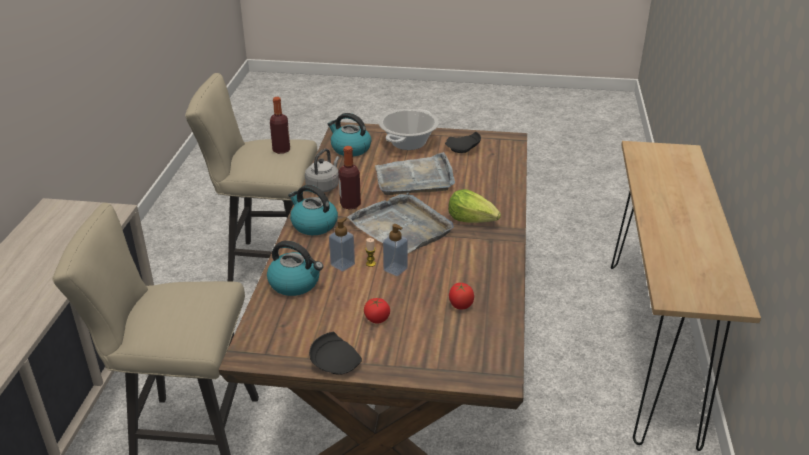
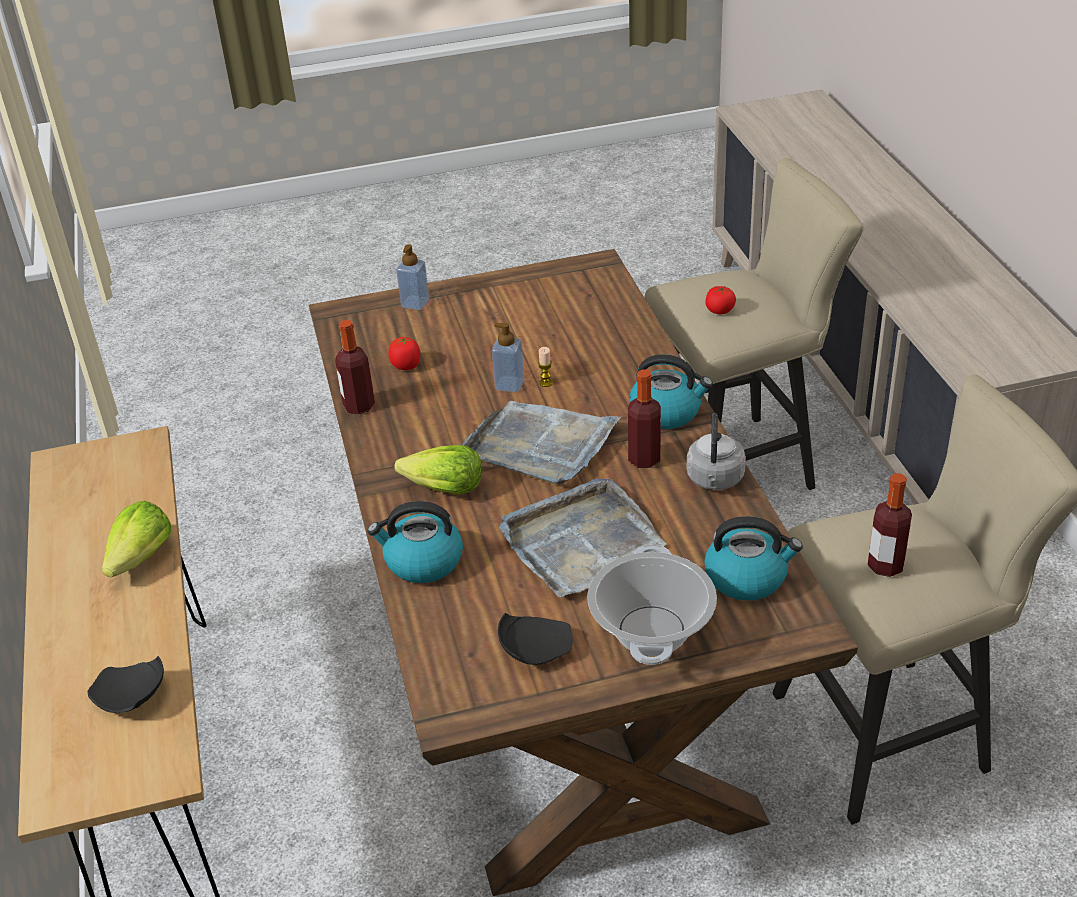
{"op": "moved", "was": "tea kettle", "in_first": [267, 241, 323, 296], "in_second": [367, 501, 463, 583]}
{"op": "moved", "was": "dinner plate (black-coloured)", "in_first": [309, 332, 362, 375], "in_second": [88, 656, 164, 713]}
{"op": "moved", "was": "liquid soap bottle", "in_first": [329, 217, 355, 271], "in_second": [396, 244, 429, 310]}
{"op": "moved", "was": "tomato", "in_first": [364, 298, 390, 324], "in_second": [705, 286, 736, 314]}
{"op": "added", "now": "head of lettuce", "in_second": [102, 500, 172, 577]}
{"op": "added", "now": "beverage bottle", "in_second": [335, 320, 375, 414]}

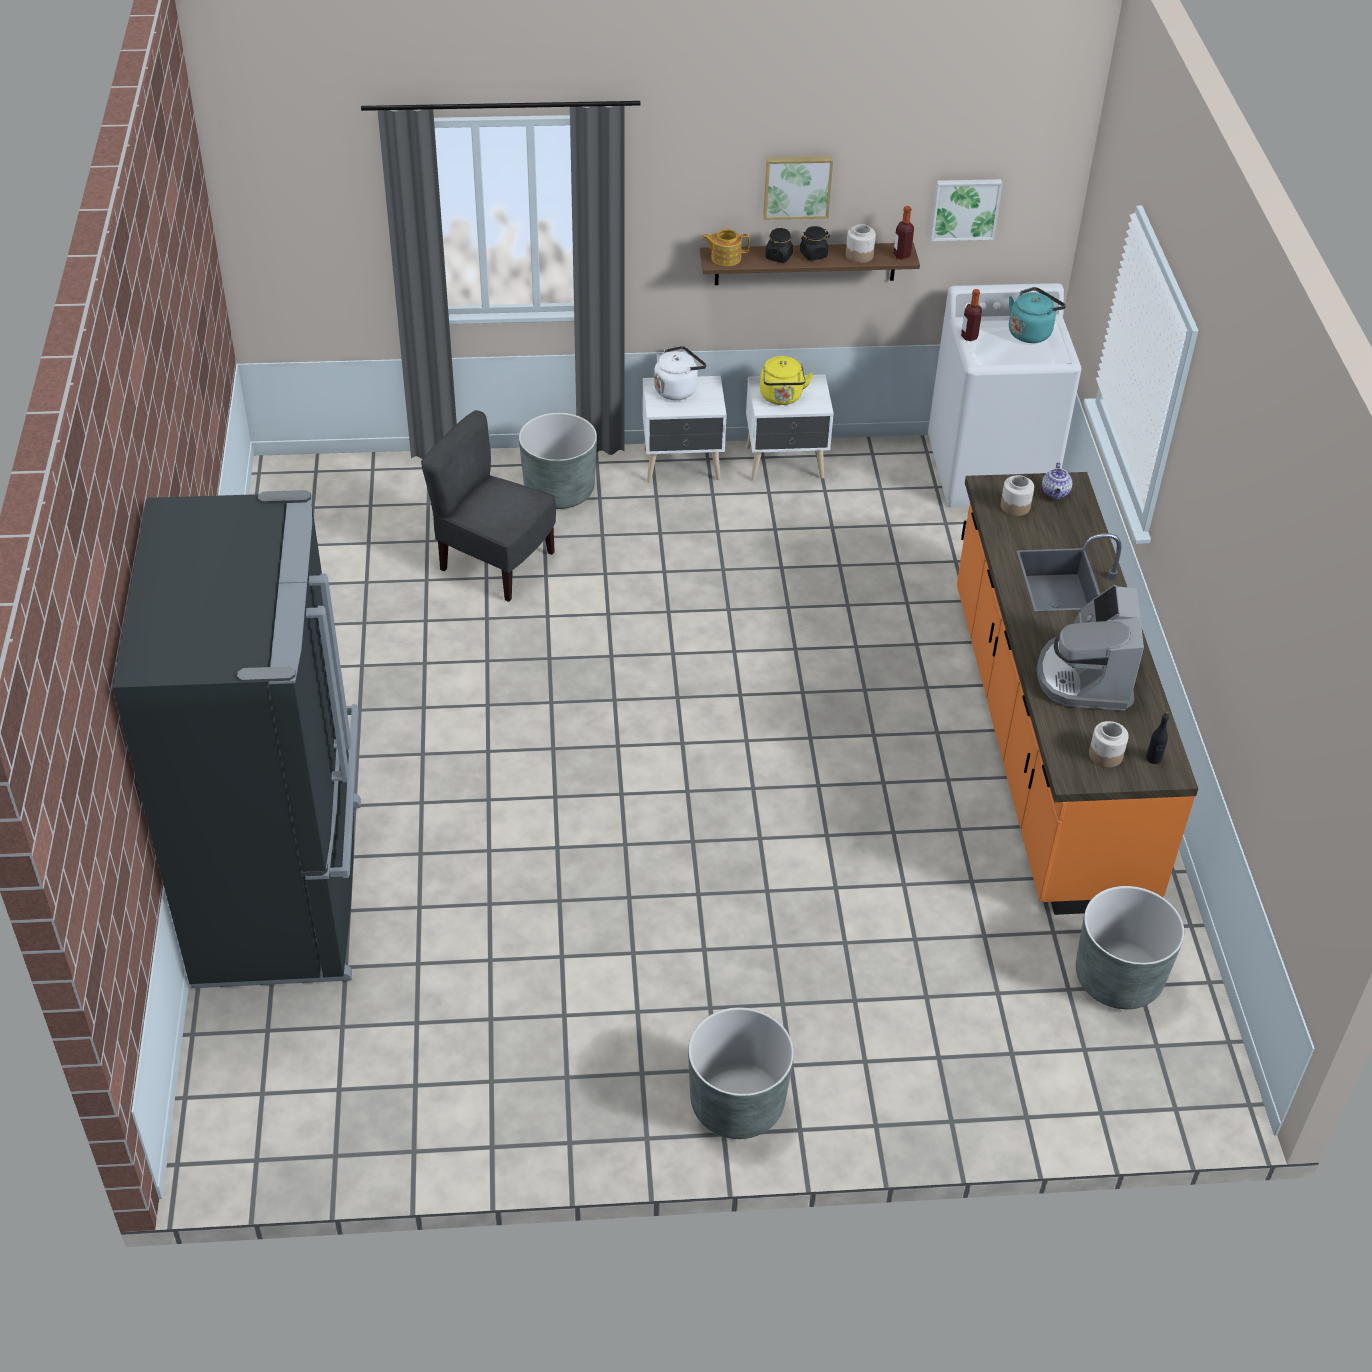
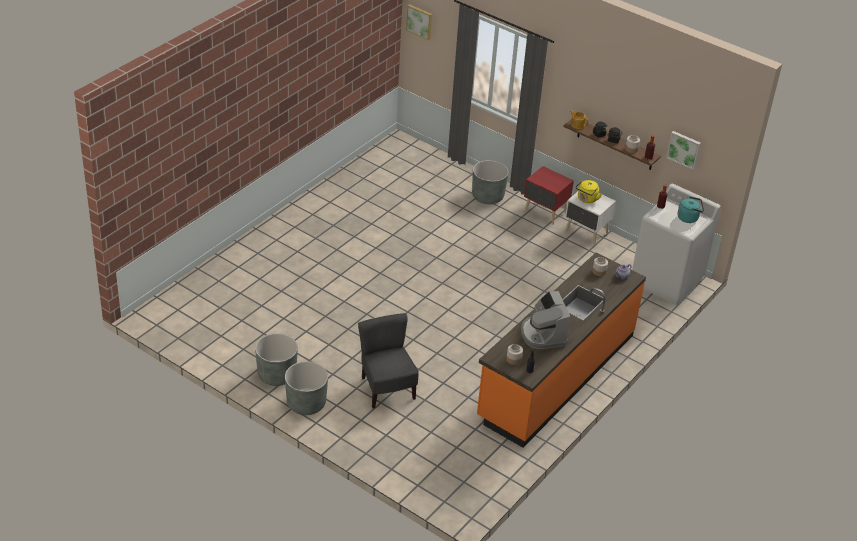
{"op": "removed", "was": "fridge (black-coloured)", "in_first": [112, 490, 361, 988]}
{"op": "moved", "was": "chair (gray)", "in_first": [421, 410, 556, 601], "in_second": [358, 313, 419, 409]}
{"op": "recoloured", "was": "bedside table (white-coloured)", "now": "bedside table (red-coloured)", "in_first": [642, 376, 727, 482], "in_second": [524, 166, 574, 225]}
{"op": "removed", "was": "tea kettle (white-coloured)", "in_first": [654, 346, 706, 400]}
{"op": "moved", "was": "wall art", "in_first": [763, 156, 833, 220], "in_second": [406, 4, 432, 40]}
{"op": "turned", "was": "coffee machine", "in_first": [1036, 585, 1144, 711], "in_second": [521, 291, 570, 349], "clockwise": -60}
{"op": "moved", "was": "planter (gray)", "in_first": [1076, 886, 1184, 1009], "in_second": [255, 333, 298, 386]}

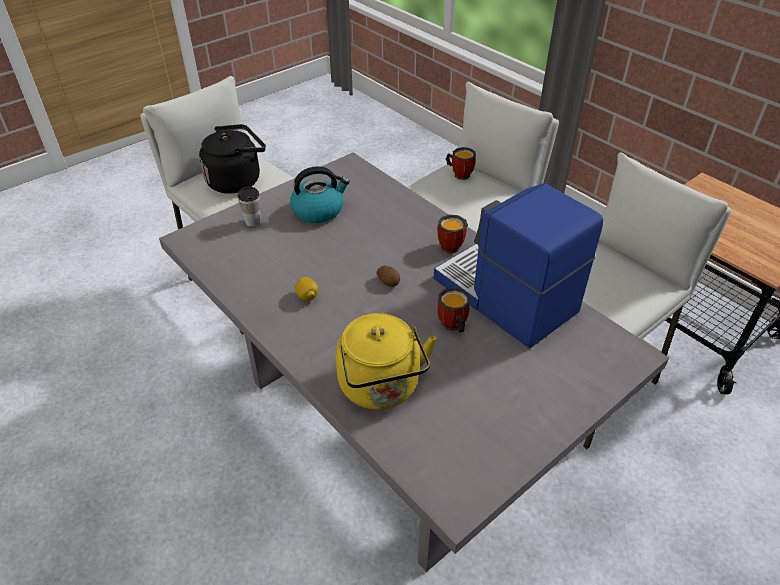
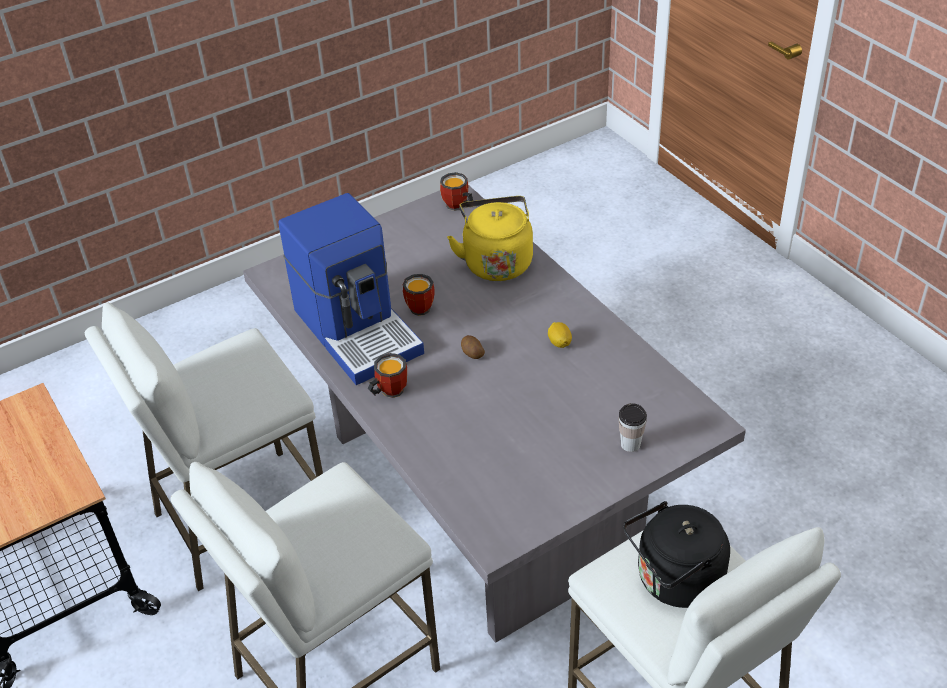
{"op": "removed", "was": "tea kettle", "in_first": [290, 166, 350, 223]}
{"op": "moved", "was": "coffee mug", "in_first": [446, 147, 476, 180], "in_second": [440, 172, 473, 211]}

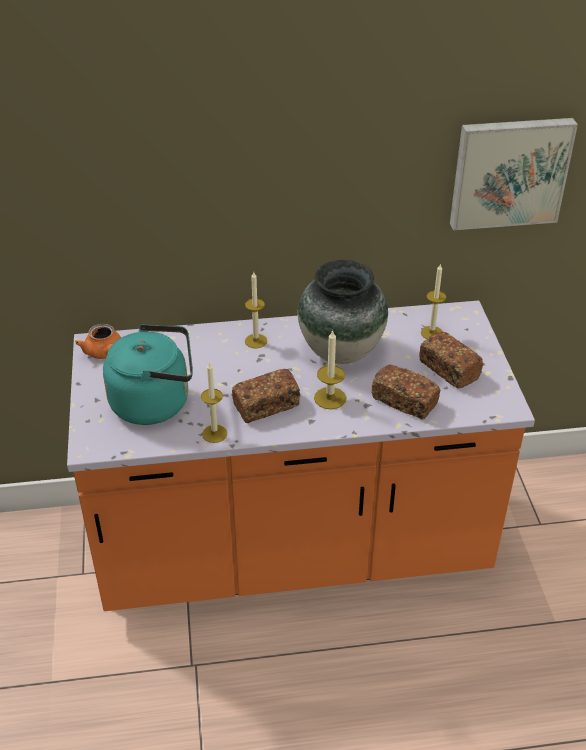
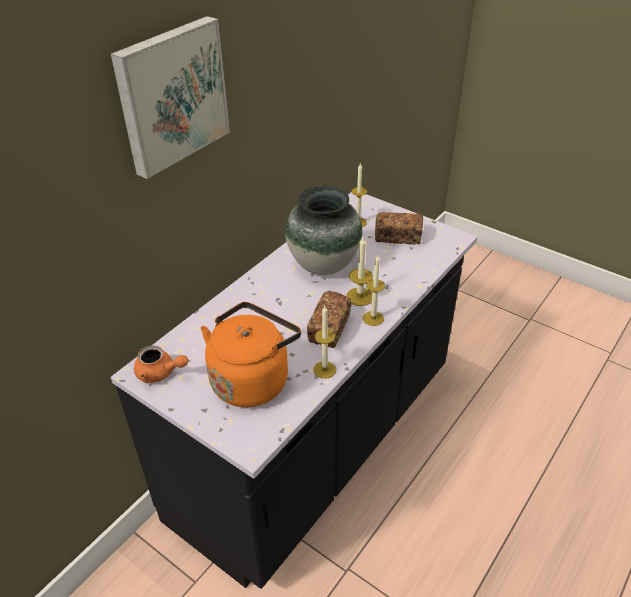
{"op": "recoloured", "was": "kitchen counter (orange)", "now": "kitchen counter (black-coloured)", "in_first": [67, 300, 535, 611], "in_second": [111, 192, 477, 589]}
{"op": "recoloured", "was": "tea kettle (blue-green)", "now": "tea kettle (orange)", "in_first": [103, 324, 193, 425], "in_second": [201, 302, 301, 407]}
{"op": "moved", "was": "wax candle", "in_first": [245, 272, 267, 349], "in_second": [363, 255, 385, 326]}
{"op": "removed", "was": "bakery bread", "in_first": [371, 365, 440, 420]}
{"op": "moved", "was": "wall art", "in_first": [450, 118, 578, 230], "in_second": [111, 16, 230, 179]}

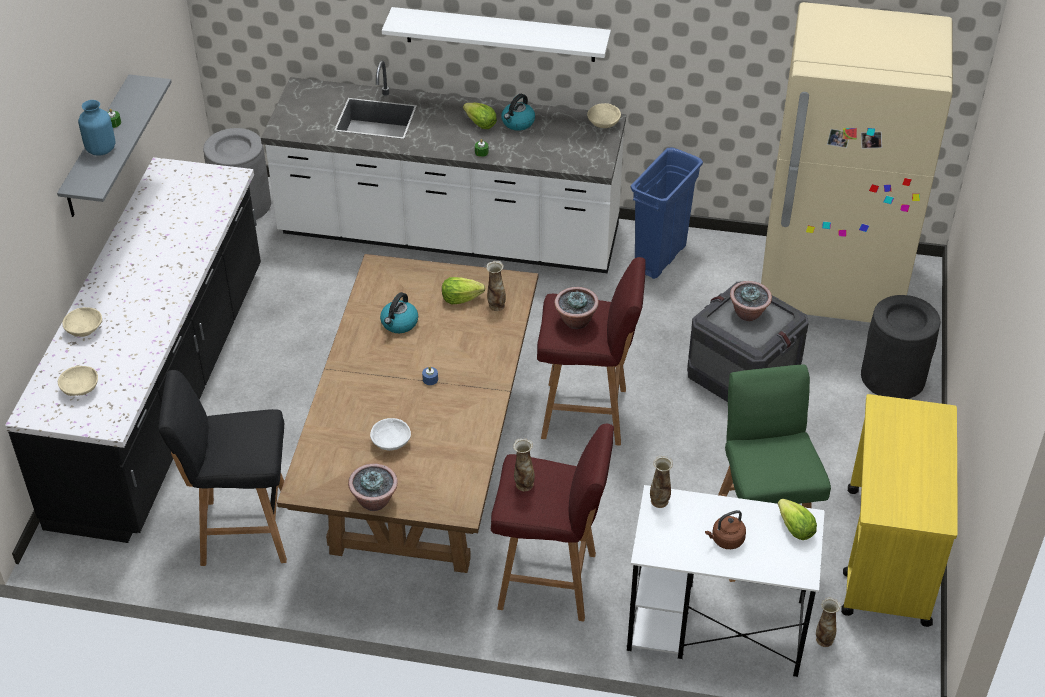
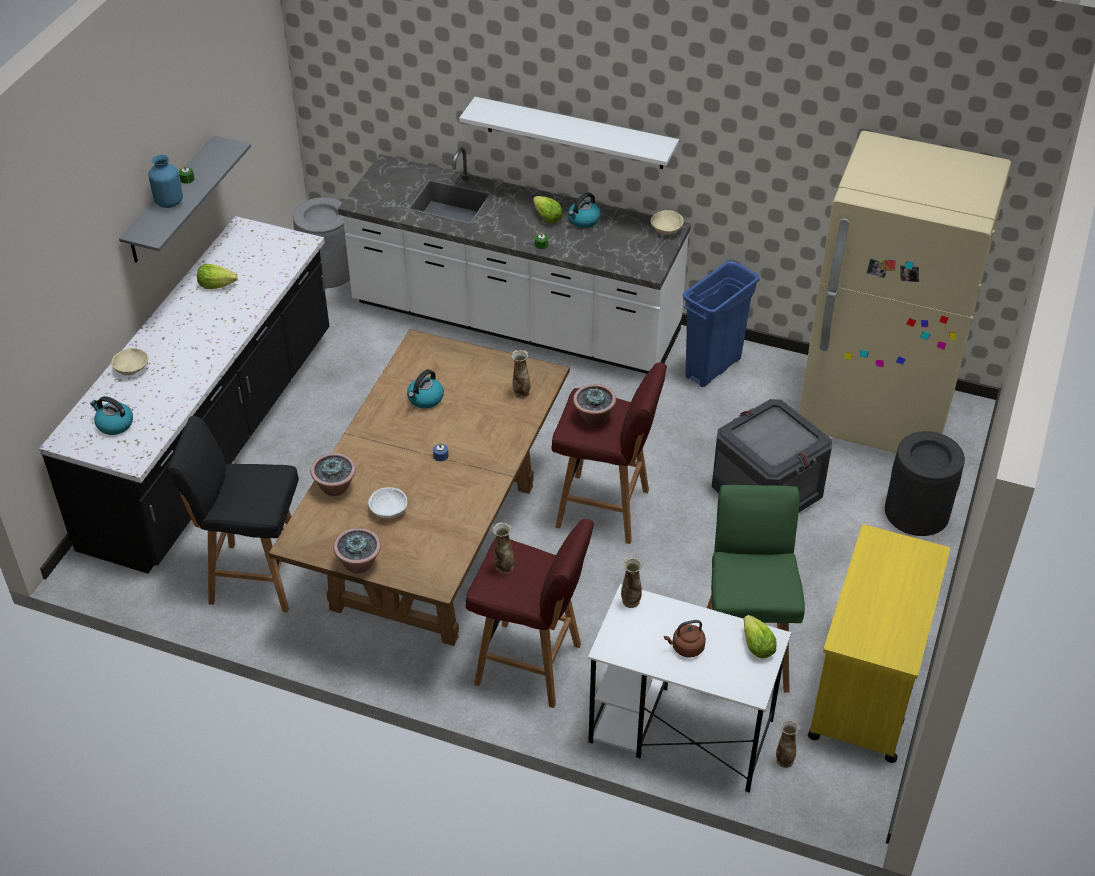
{"op": "replaced", "was": "serving bowl (beige-coloured)", "now": "tea kettle", "in_first": [58, 366, 98, 396], "in_second": [90, 396, 133, 435]}
{"op": "moved", "was": "head of lettuce", "in_first": [442, 277, 485, 304], "in_second": [197, 264, 237, 289]}
{"op": "moved", "was": "houseplant", "in_first": [730, 281, 772, 321], "in_second": [310, 453, 356, 496]}

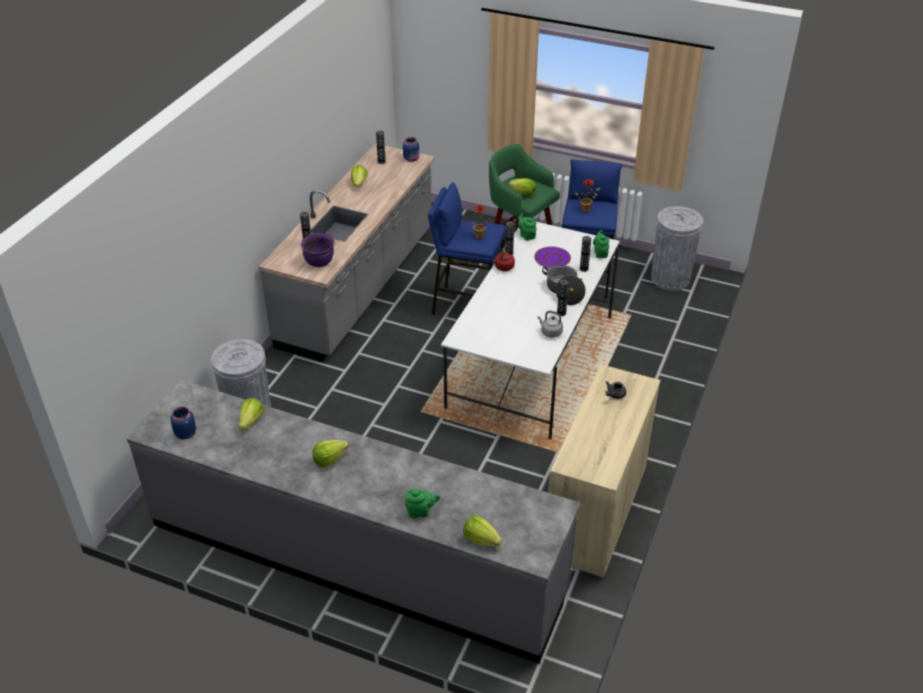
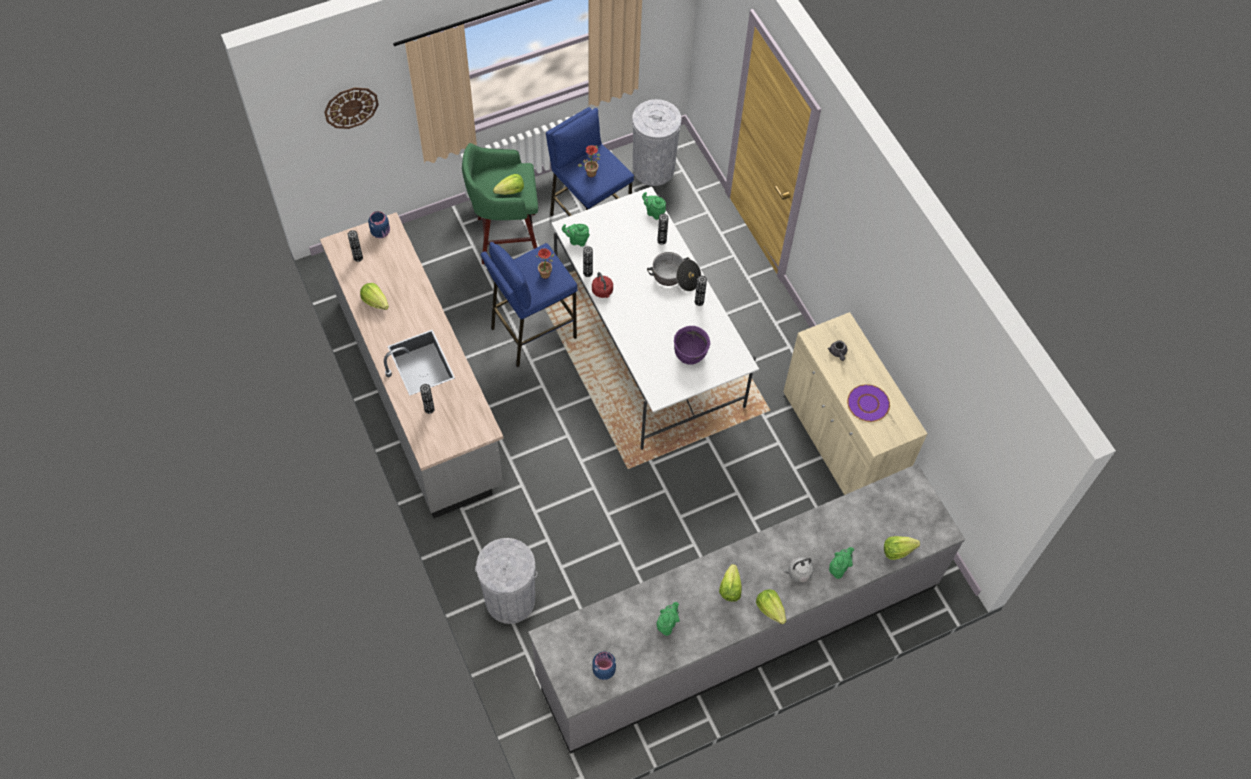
{"op": "moved", "was": "head of lettuce", "in_first": [239, 398, 264, 431], "in_second": [756, 589, 786, 624]}
{"op": "moved", "was": "stockpot (purple)", "in_first": [301, 233, 334, 267], "in_second": [674, 326, 710, 365]}
{"op": "moved", "was": "dinner plate (purple)", "in_first": [534, 247, 571, 268], "in_second": [847, 384, 890, 422]}
{"op": "moved", "was": "tea kettle (gray)", "in_first": [538, 311, 563, 338], "in_second": [783, 557, 814, 583]}
{"op": "added", "now": "wall clock", "in_second": [324, 87, 379, 129]}
{"op": "added", "now": "pot for tea (greenish)", "in_second": [656, 602, 680, 636]}

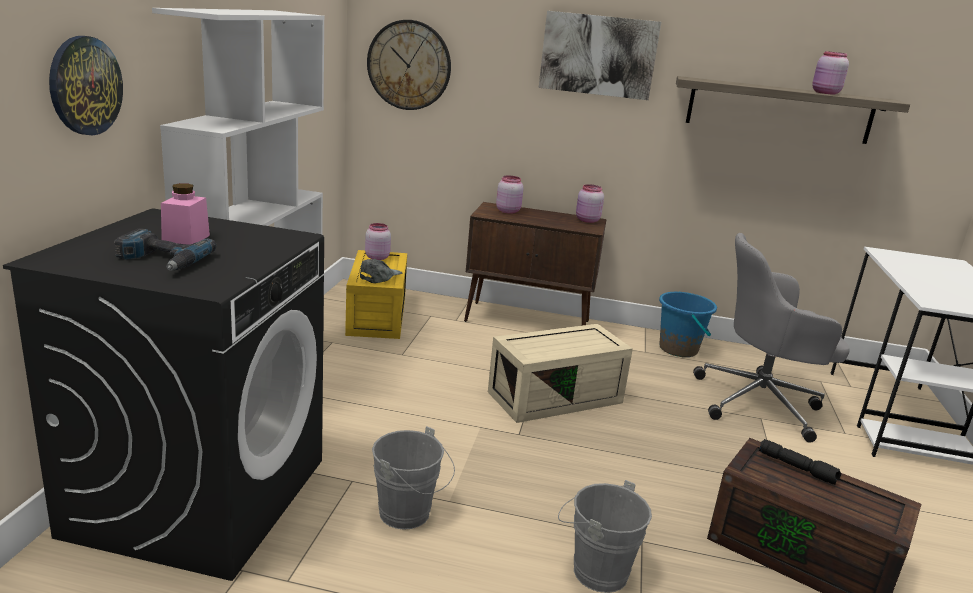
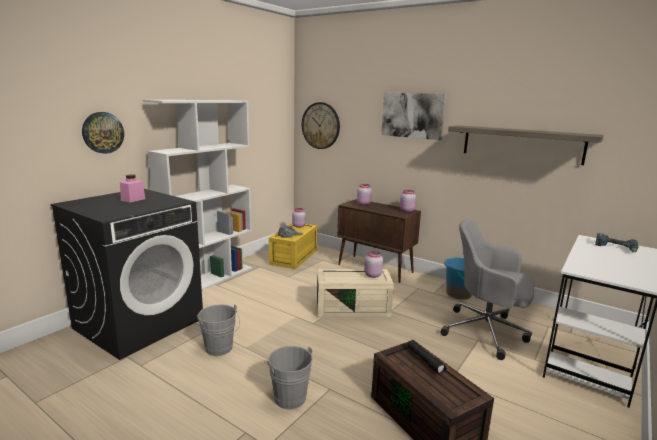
{"op": "moved", "was": "drill", "in_first": [114, 229, 217, 271], "in_second": [595, 233, 638, 253]}
{"op": "moved", "was": "jar (pinkish)", "in_first": [812, 51, 849, 95], "in_second": [364, 251, 383, 278]}

